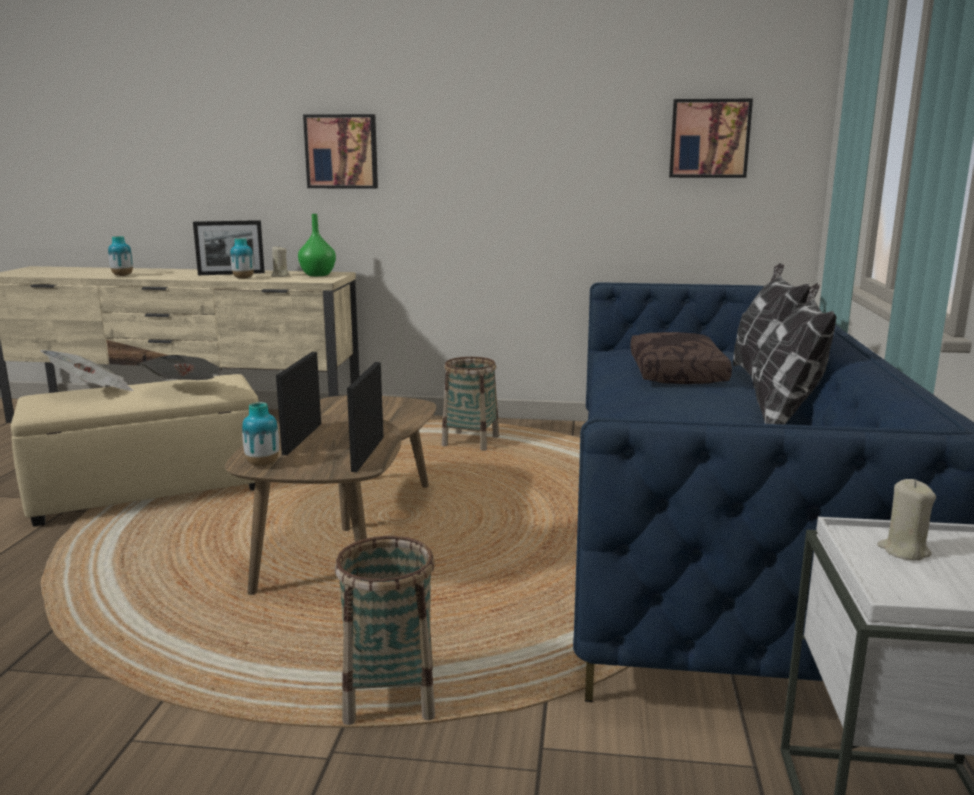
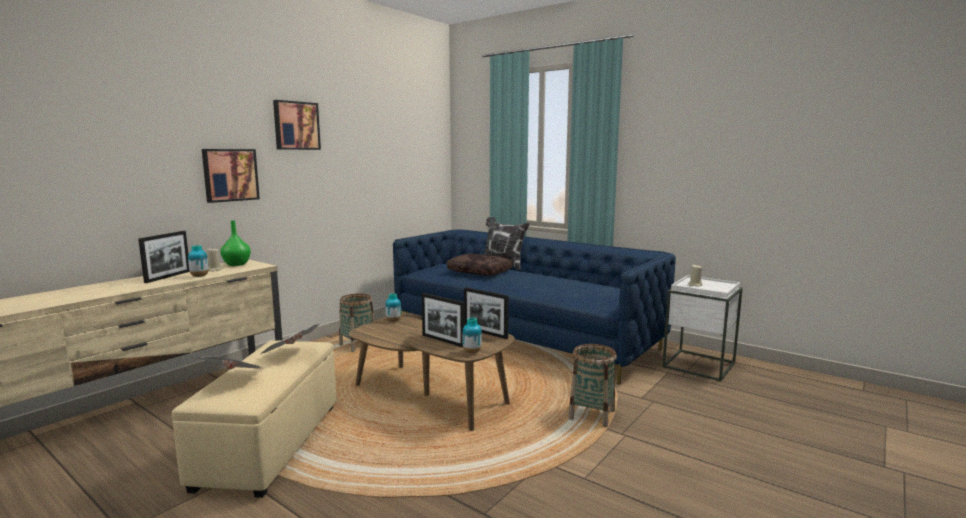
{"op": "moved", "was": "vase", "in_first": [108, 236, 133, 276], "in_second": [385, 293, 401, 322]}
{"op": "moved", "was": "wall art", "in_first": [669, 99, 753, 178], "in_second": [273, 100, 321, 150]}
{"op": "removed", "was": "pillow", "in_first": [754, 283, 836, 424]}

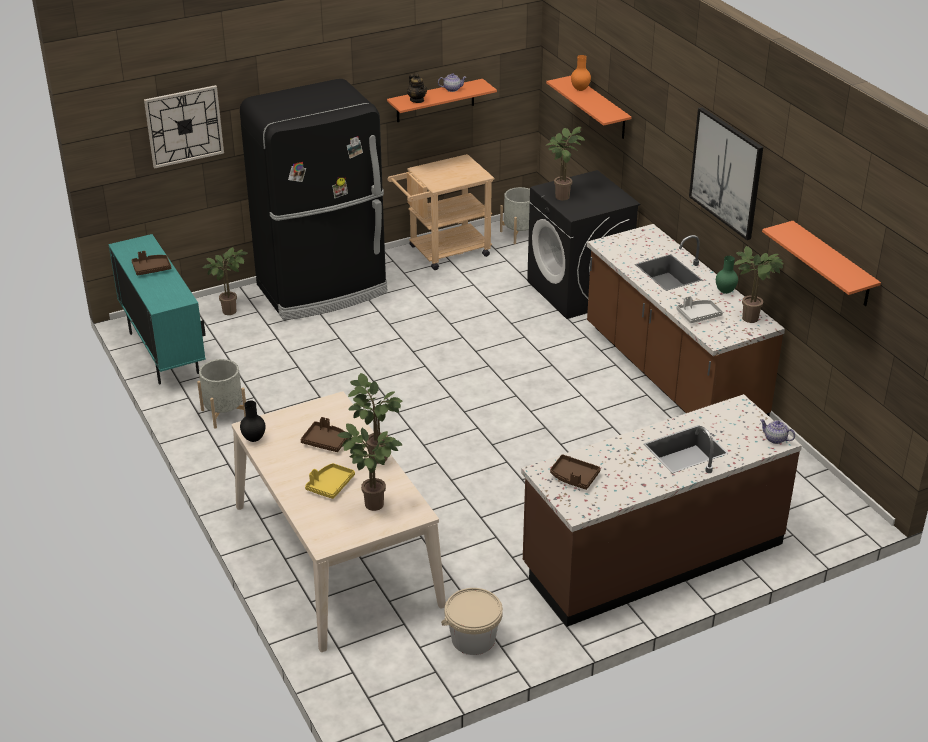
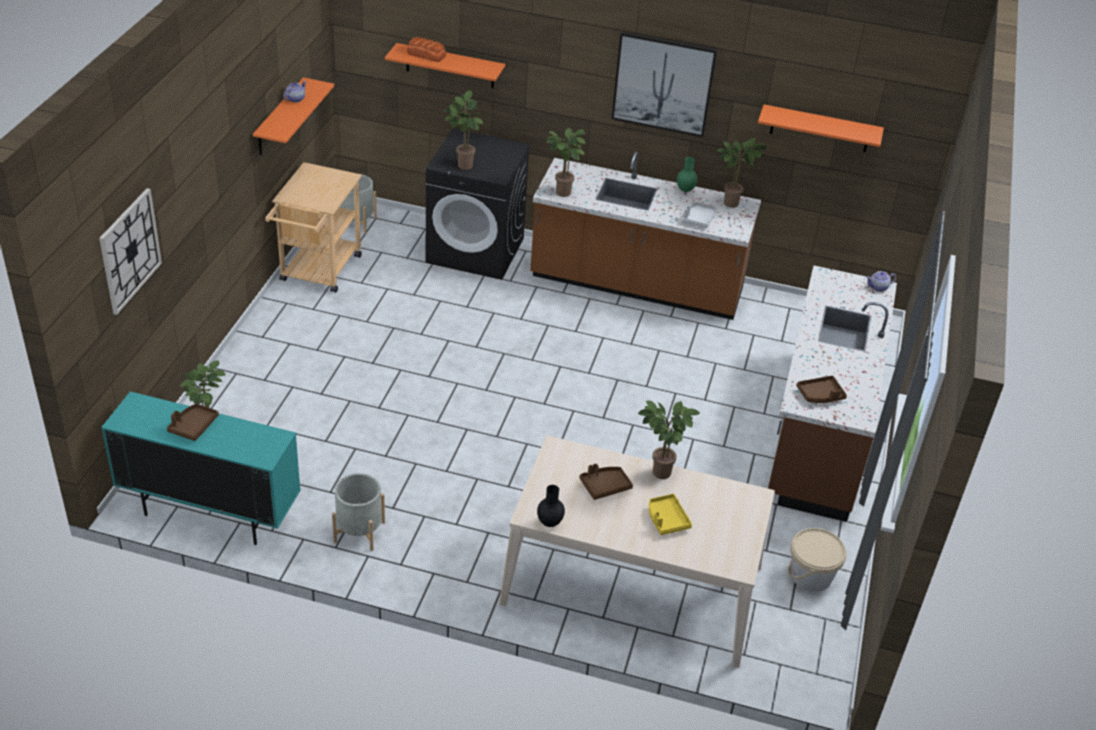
{"op": "removed", "was": "fridge (black-coloured)", "in_first": [240, 79, 387, 320]}
{"op": "moved", "was": "houseplant", "in_first": [337, 424, 402, 511], "in_second": [546, 128, 585, 197]}
{"op": "removed", "was": "pot for tea", "in_first": [407, 73, 427, 103]}
{"op": "replaced", "was": "vase (orange)", "now": "bakery bread", "in_first": [571, 55, 591, 91], "in_second": [407, 37, 446, 62]}

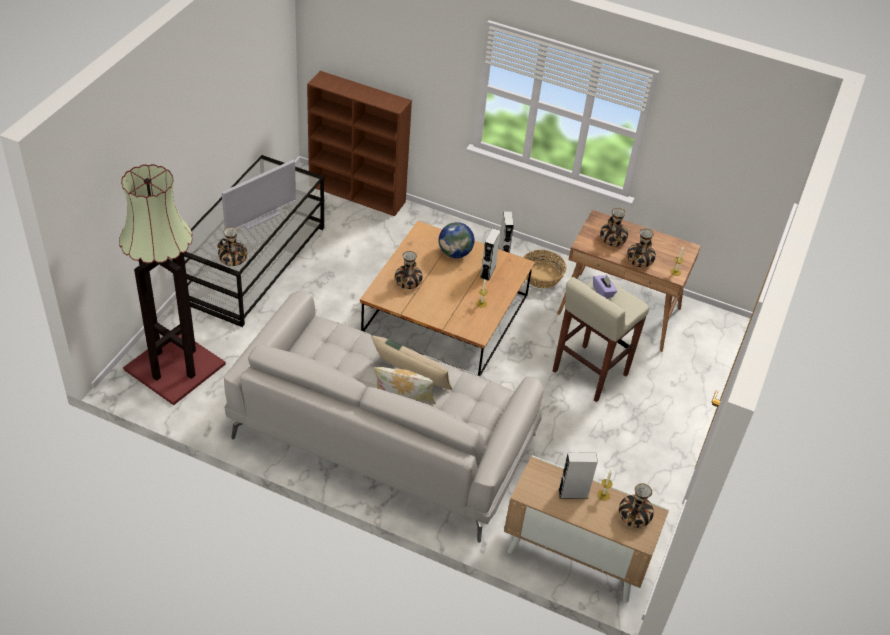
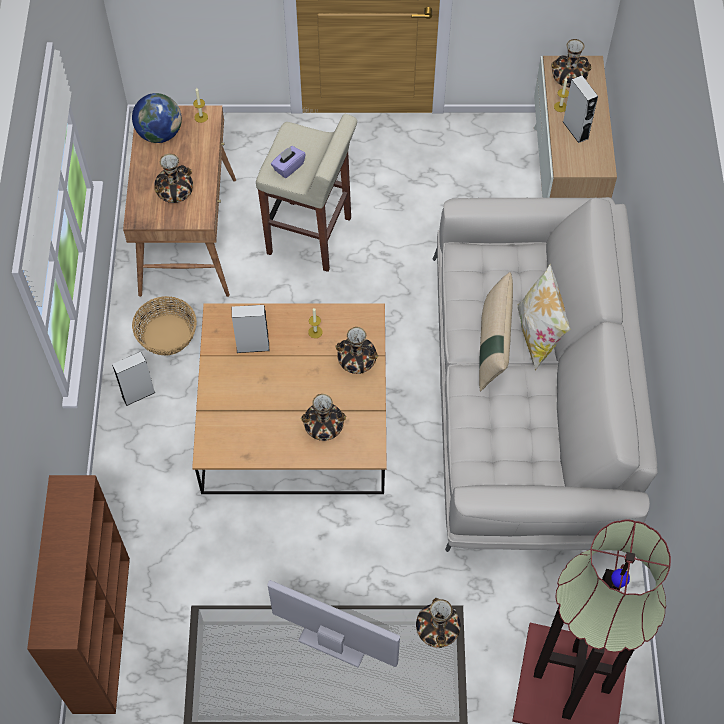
{"op": "moved", "was": "desk globe", "in_first": [439, 222, 474, 258], "in_second": [132, 93, 182, 143]}
{"op": "moved", "was": "vase", "in_first": [627, 229, 656, 267], "in_second": [335, 327, 378, 374]}

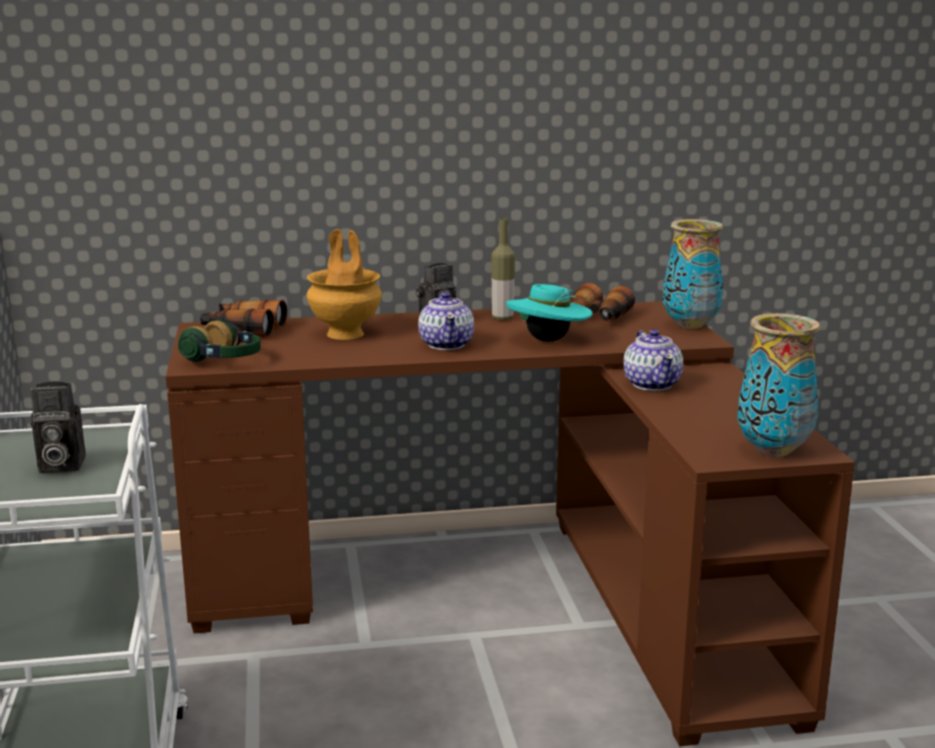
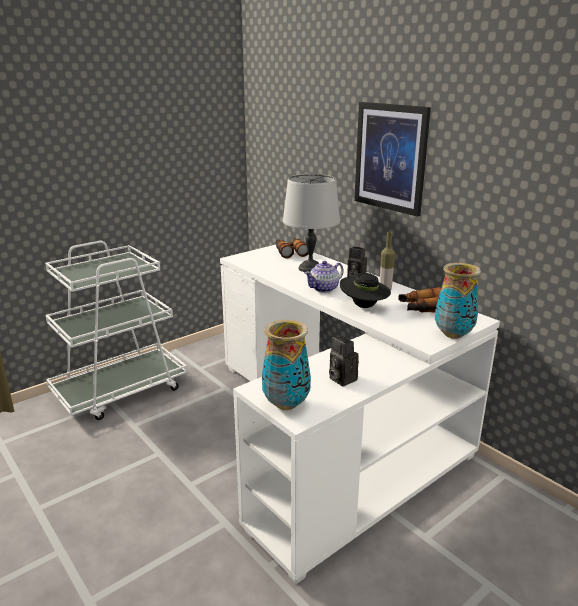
{"op": "moved", "was": "photo camera", "in_first": [30, 382, 86, 473], "in_second": [329, 336, 359, 386]}
{"op": "recoloured", "was": "desk unit (brownish)", "now": "desk unit (white-coloured)", "in_first": [166, 301, 855, 746], "in_second": [220, 245, 500, 584]}
{"op": "removed", "was": "headset", "in_first": [178, 320, 261, 362]}
{"op": "replaced", "was": "vase (brownish)", "now": "lamp for a table (gray)", "in_first": [306, 229, 382, 340], "in_second": [283, 174, 340, 272]}
{"op": "recoloured", "was": "hat (blue-green)", "now": "hat (black-coloured)", "in_first": [506, 284, 592, 341], "in_second": [340, 273, 391, 308]}
{"op": "removed", "was": "pot for tea", "in_first": [623, 329, 683, 391]}
{"op": "added", "now": "wall art", "in_second": [354, 102, 431, 217]}

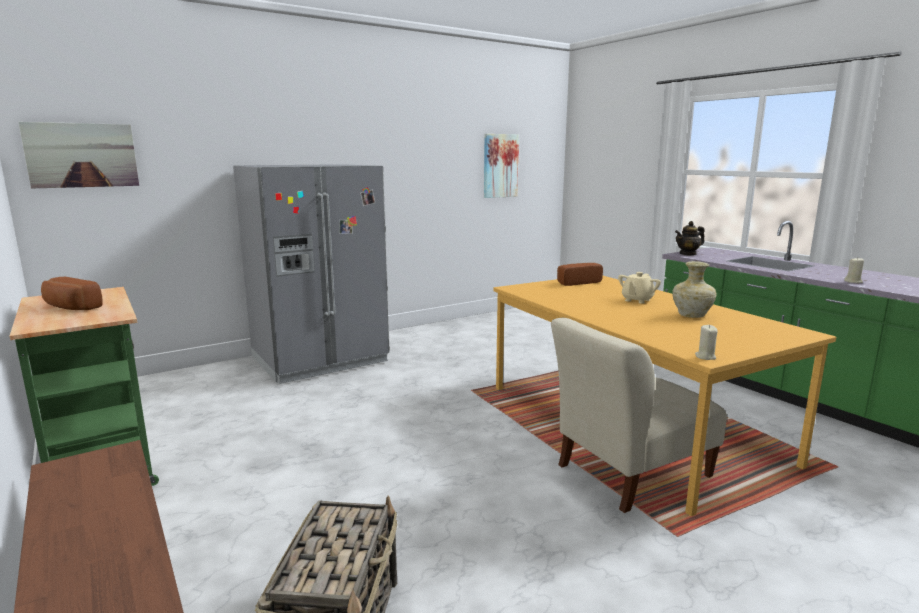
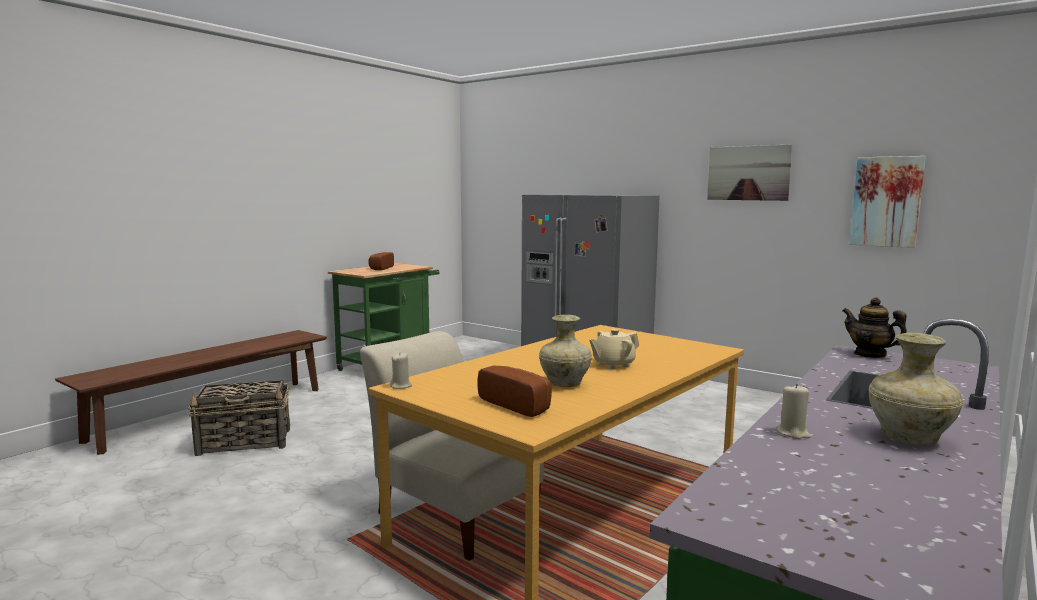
{"op": "moved", "was": "wall art", "in_first": [19, 122, 139, 189], "in_second": [707, 144, 793, 201]}
{"op": "moved", "was": "bakery bread", "in_first": [557, 263, 603, 286], "in_second": [477, 366, 552, 417]}
{"op": "turned", "was": "pot for tea (beige-coloured)", "in_first": [618, 272, 661, 304], "in_second": [589, 329, 639, 370], "clockwise": -45}
{"op": "added", "now": "vase (beige-coloured)", "in_second": [869, 333, 963, 445]}

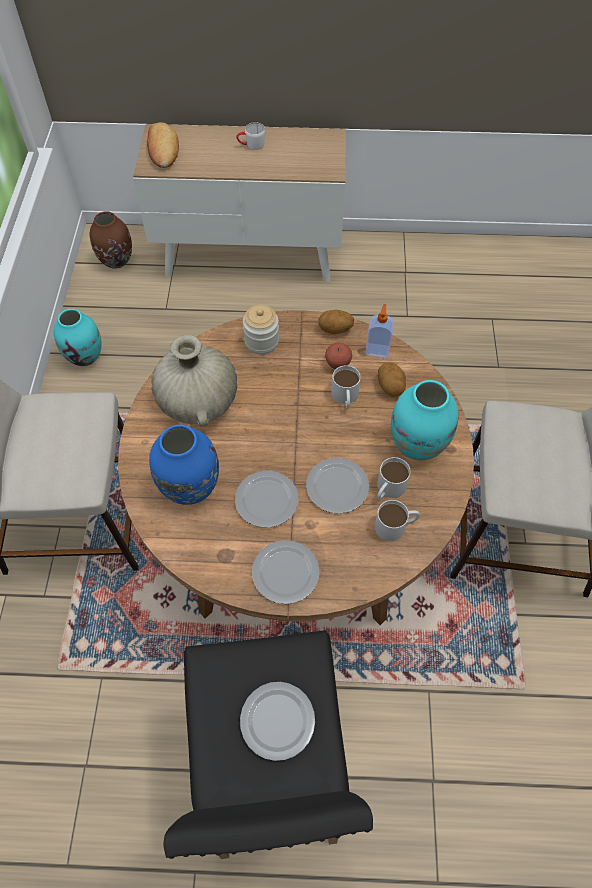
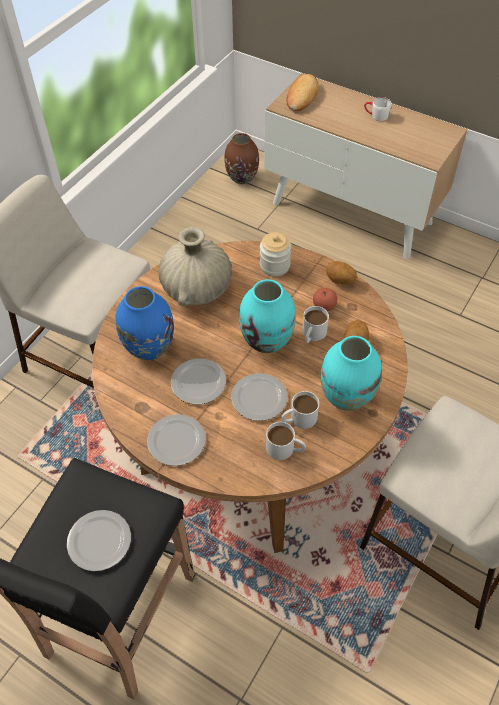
{"op": "moved", "was": "vase (blue-green)", "in_first": [54, 309, 102, 366], "in_second": [239, 279, 296, 353]}
{"op": "removed", "was": "liquid soap bottle", "in_first": [365, 304, 394, 358]}

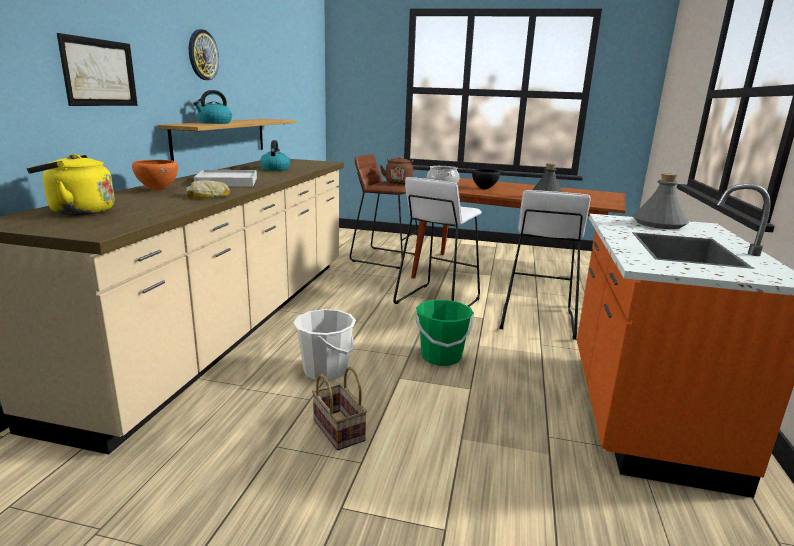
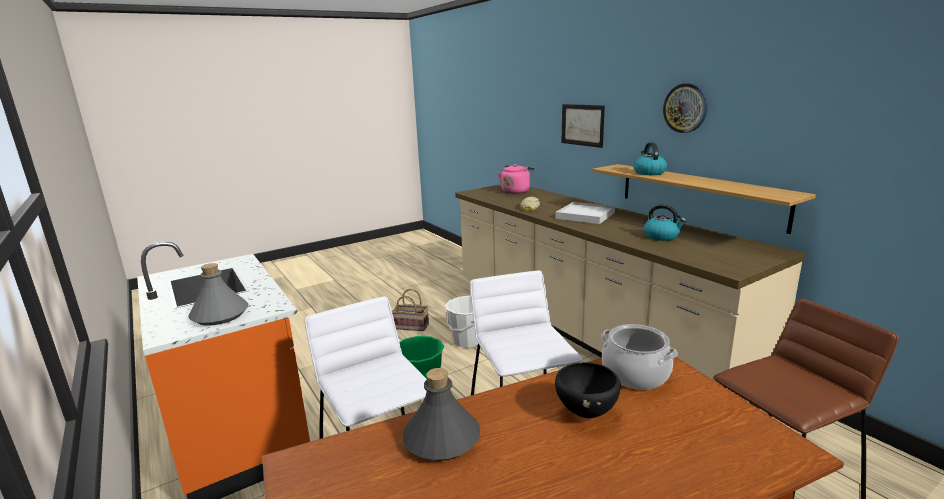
{"op": "recoloured", "was": "tea kettle (yellowish)", "now": "tea kettle (pinkish)", "in_first": [26, 154, 114, 215], "in_second": [498, 164, 534, 194]}
{"op": "removed", "was": "serving bowl (orange)", "in_first": [132, 160, 178, 191]}
{"op": "removed", "was": "tea kettle (brownish)", "in_first": [380, 157, 413, 185]}

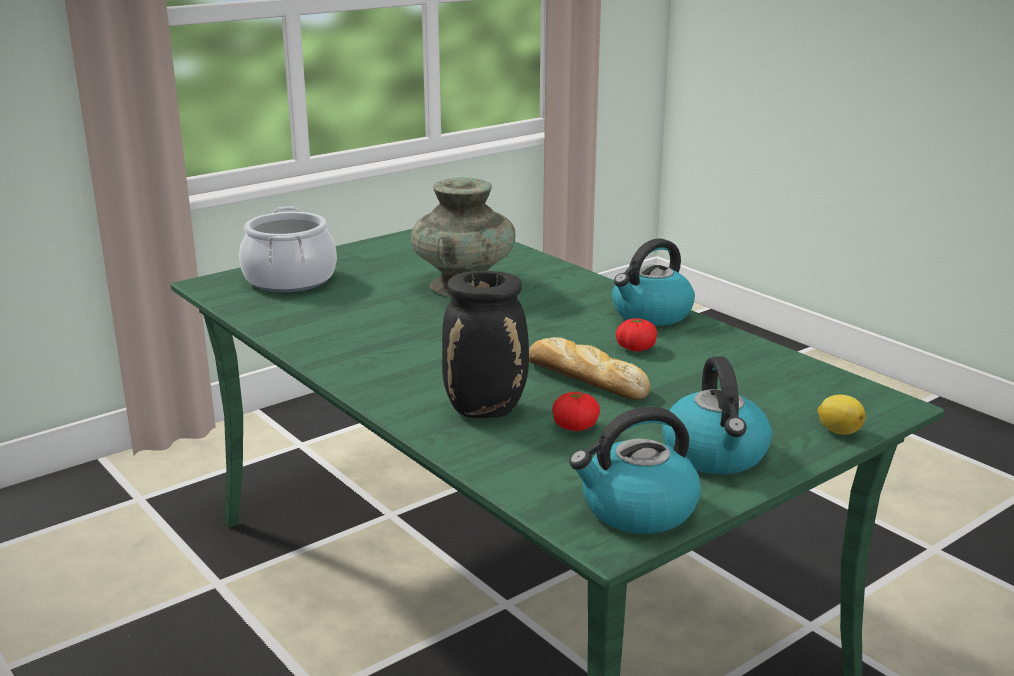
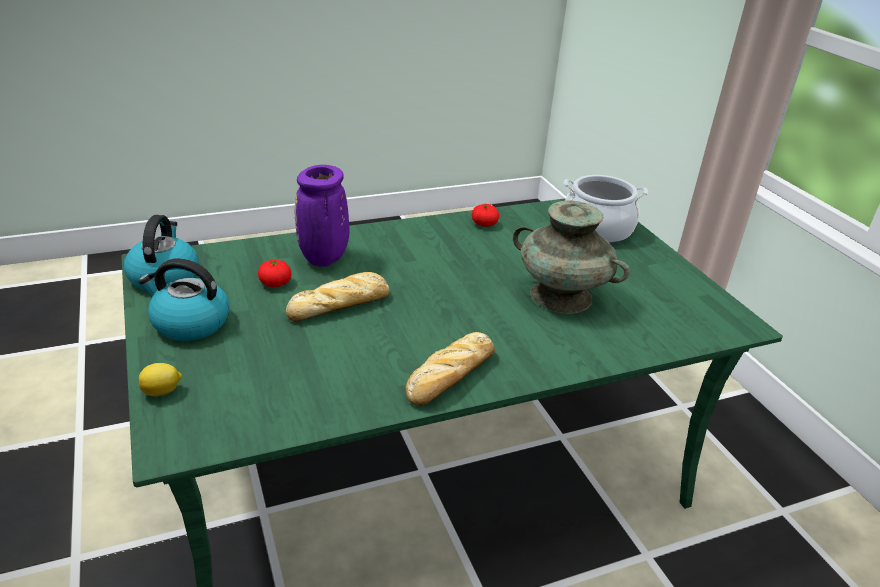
{"op": "recoloured", "was": "vase (black-coloured)", "now": "vase (purple)", "in_first": [442, 271, 529, 418], "in_second": [294, 165, 349, 267]}
{"op": "replaced", "was": "tea kettle", "now": "bakery bread", "in_first": [612, 238, 695, 326], "in_second": [405, 332, 495, 406]}
{"op": "moved", "was": "tomato", "in_first": [616, 318, 657, 351], "in_second": [472, 204, 499, 227]}

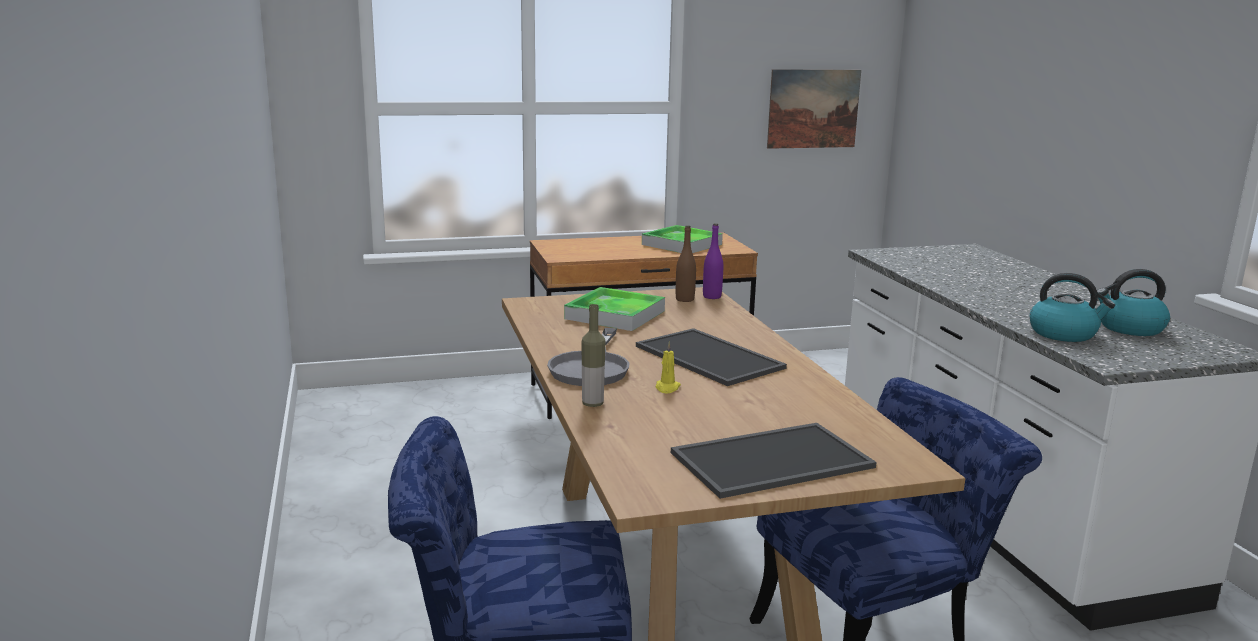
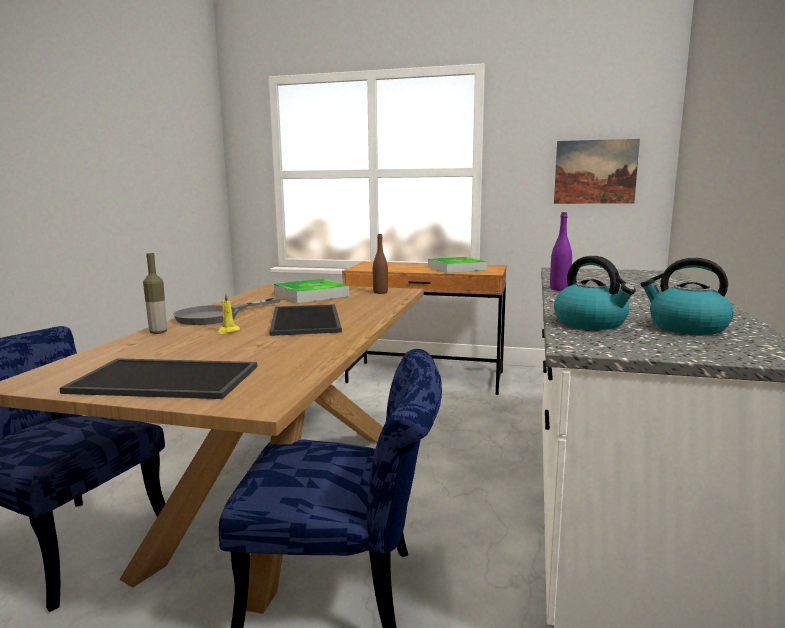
{"op": "moved", "was": "beverage bottle (purple)", "in_first": [703, 223, 723, 299], "in_second": [550, 212, 572, 291]}

